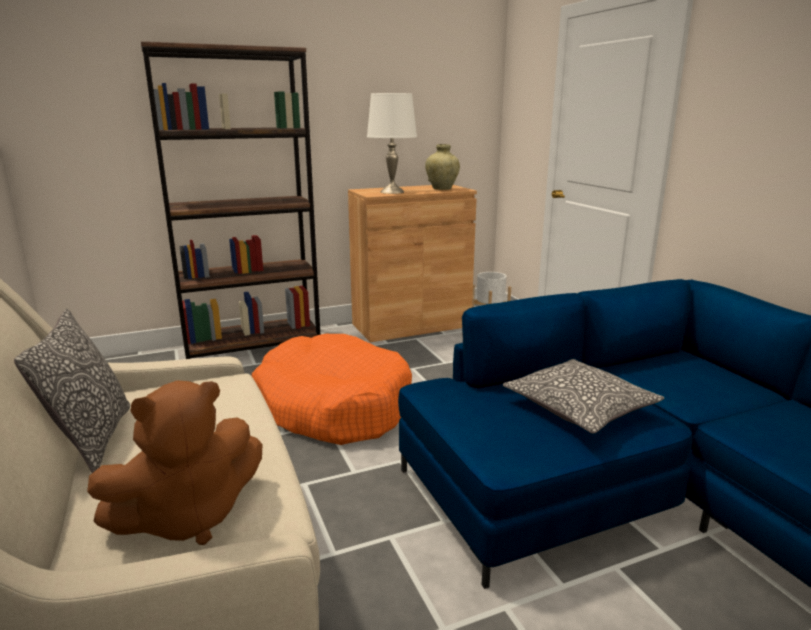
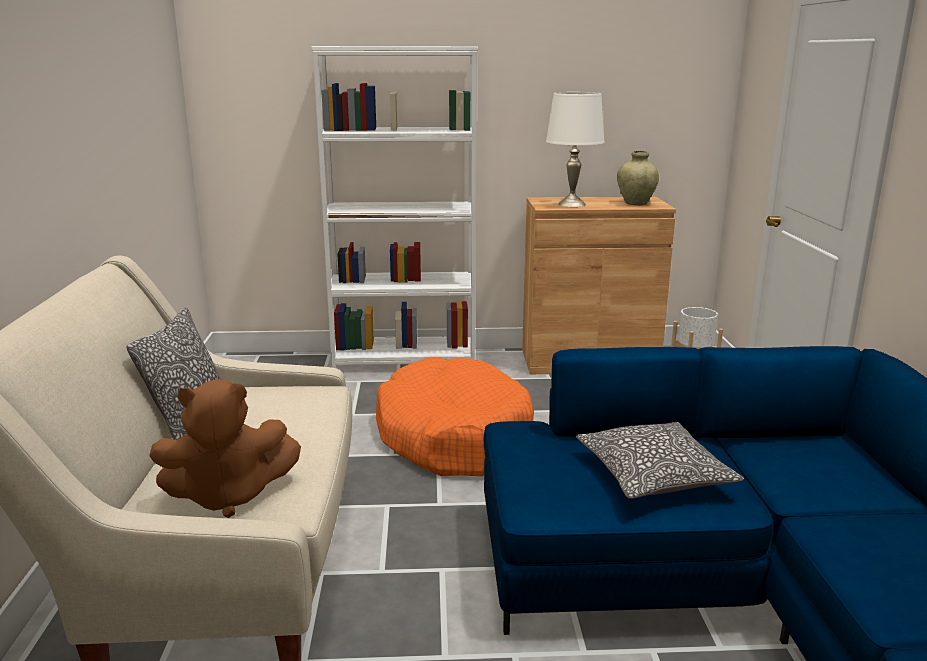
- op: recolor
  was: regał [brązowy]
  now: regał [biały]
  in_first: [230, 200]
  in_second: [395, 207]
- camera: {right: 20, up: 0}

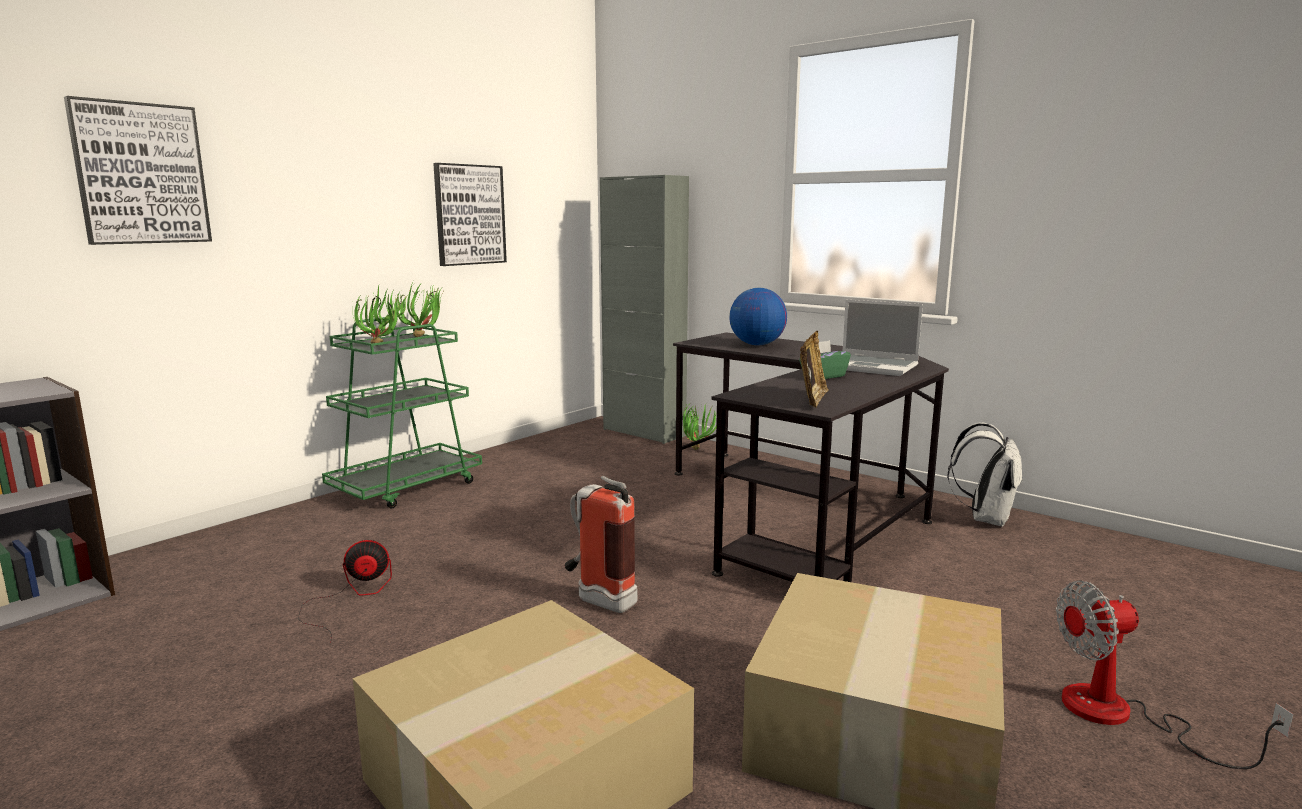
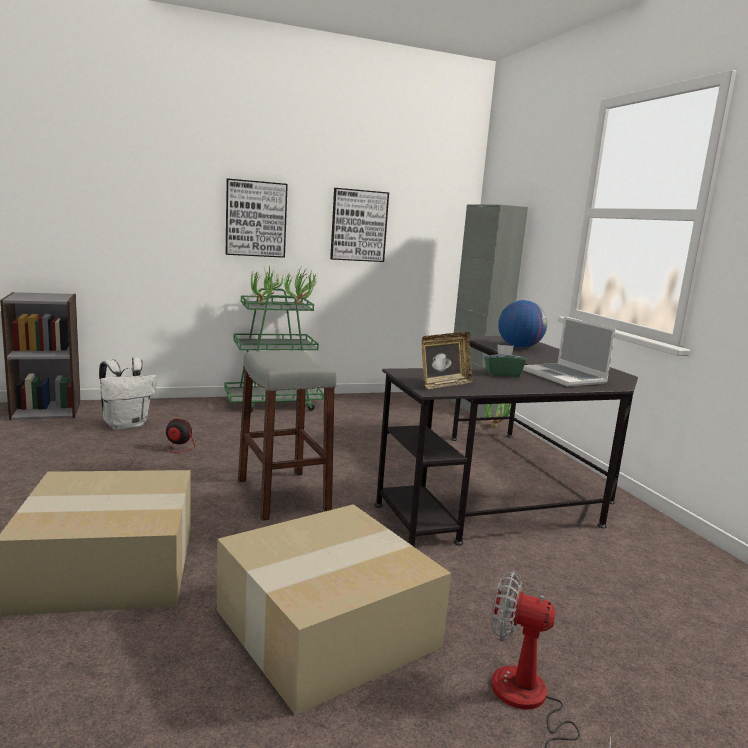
- op: move
  was: obraz
  in_first: [138, 170]
  in_second: [257, 218]
- op: move
  was: plecak [biały]
  in_first: [985, 474]
  in_second: [128, 394]
- op: replace
  was: gaśnica
  now: stołek [szary]
  in_first: [600, 544]
  in_second: [287, 435]
- camera: {right: 30, up: 0}

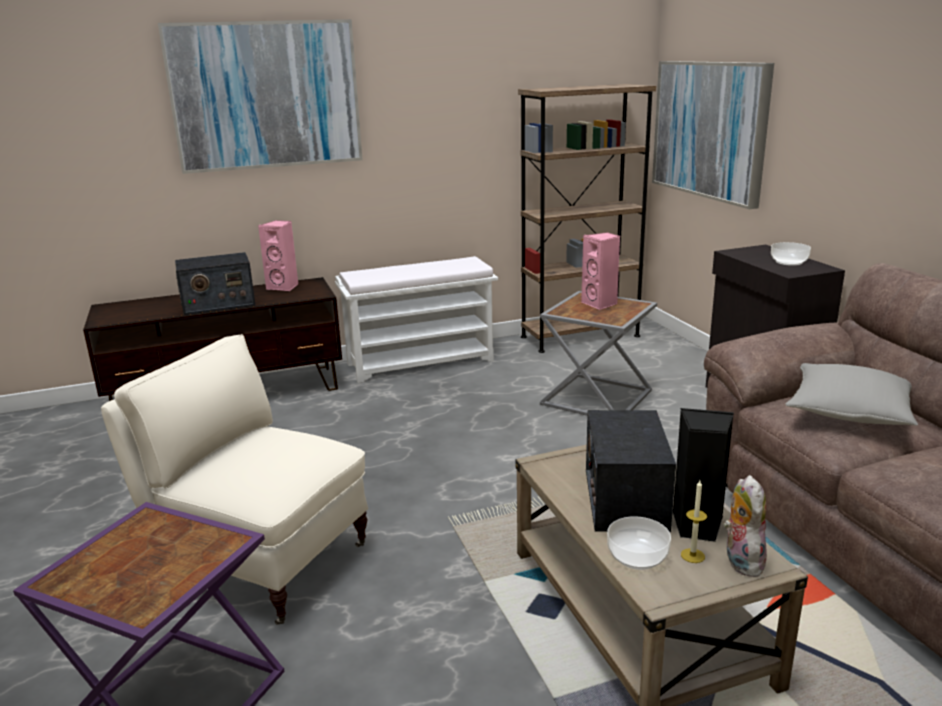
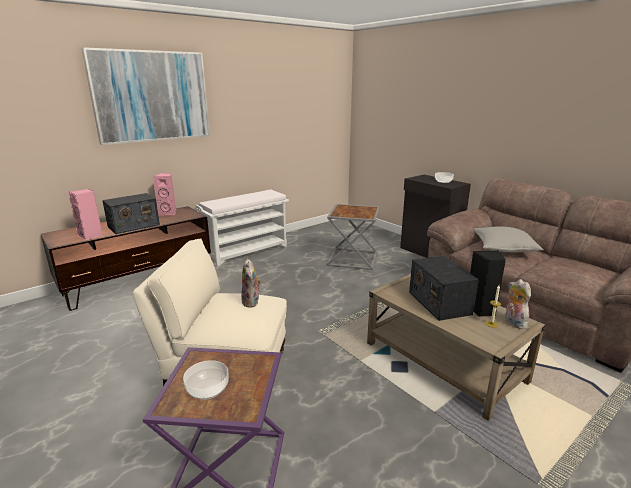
- op: delete
  was: regał [brązowy]
  in_first: [587, 218]
- op: delete
  was: obraz
  in_first: [713, 135]
- op: insert
  now: pluszak
  in_second: [251, 283]
- op: move
  was: głośnik [różowy]
  in_first: [600, 271]
  in_second: [85, 215]
- op: move
  was: miska
  in_first: [639, 543]
  in_second: [206, 380]
- camera: {right: -20, up: 0}

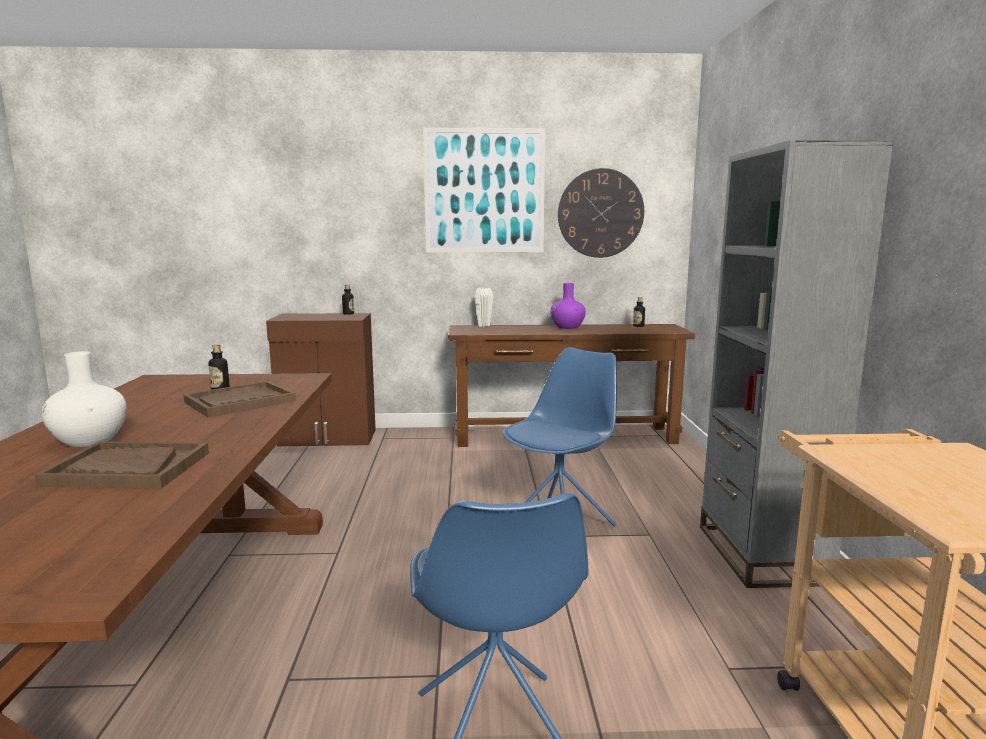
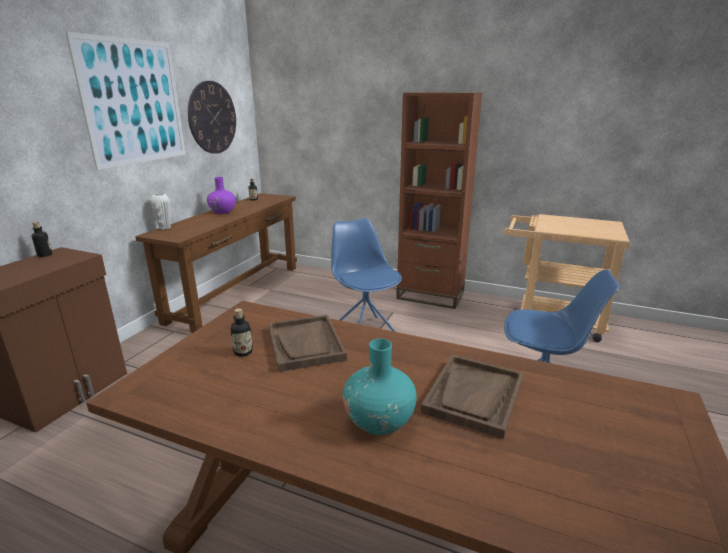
- op: recolor
  was: wazon [biały]
  now: wazon [turkusowy]
  in_first: [84, 399]
  in_second: [380, 387]
- op: recolor
  was: regał [szary]
  now: regał [brązowy]
  in_first: [797, 364]
  in_second: [439, 200]
- camera: {right: -65, up: 10}

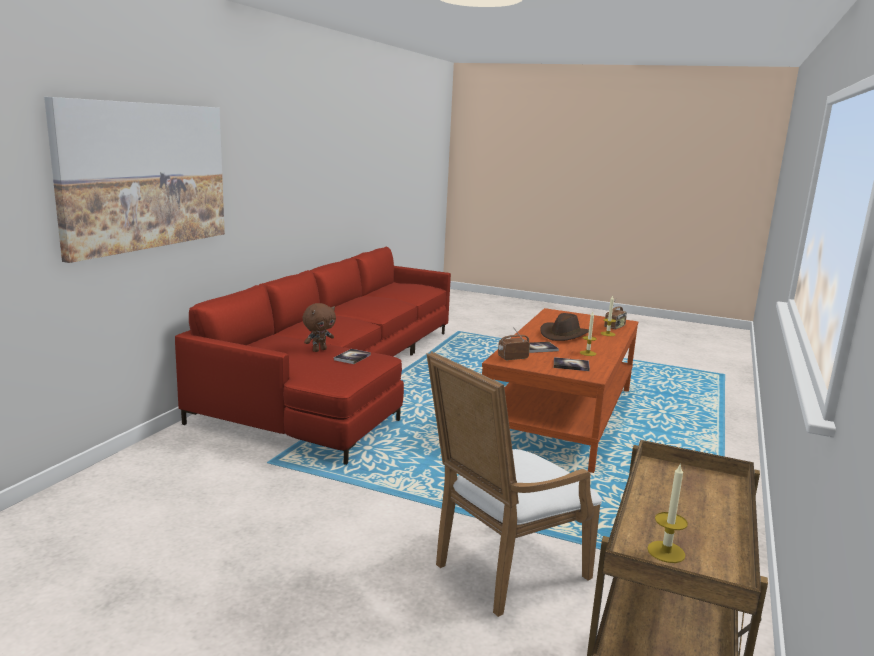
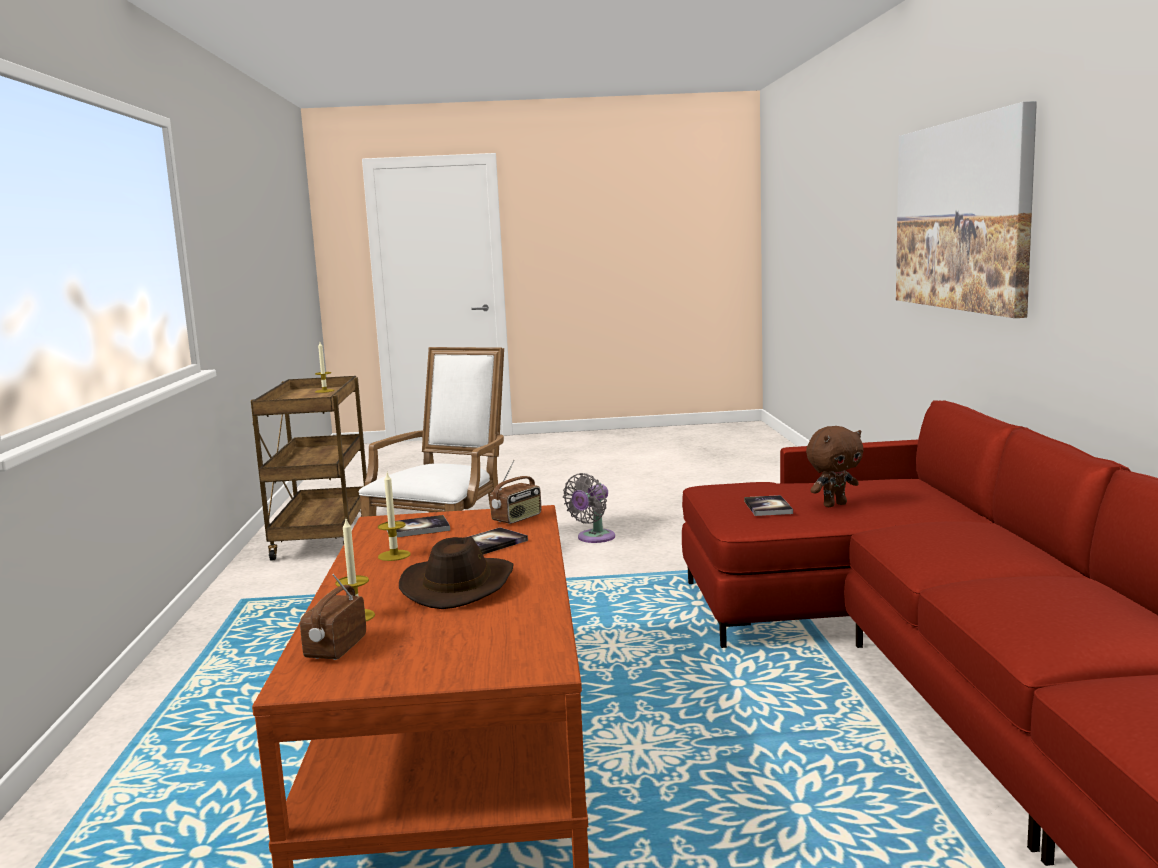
- op: insert
  now: wentylator [szary]
  in_second: [589, 508]
- op: rotate
  was: pluszak [brązowy]
  in_first: [319, 327]
  in_second: [835, 466]
  clockwise: -135
- camera: {right: 155, up: -5}

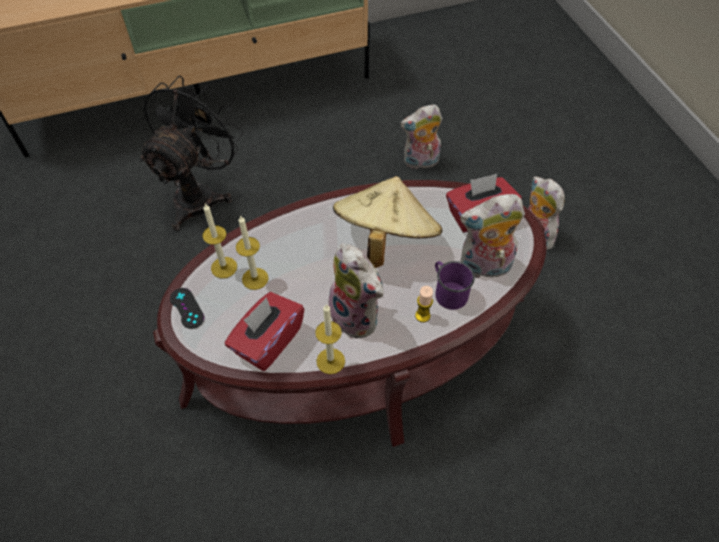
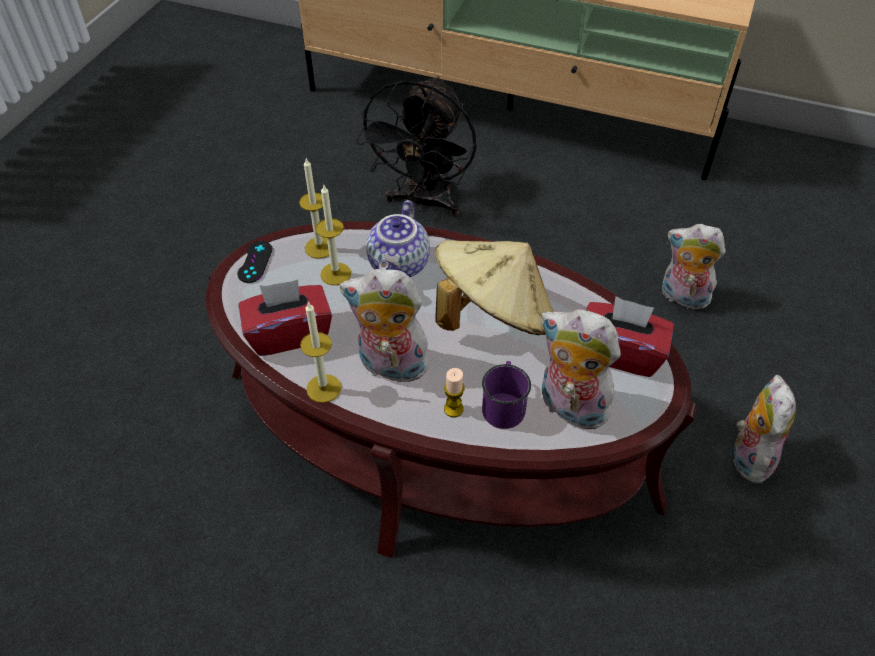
- op: insert
  now: imbryk
  in_second: [398, 238]
- op: rotate
  was: wentylator [czarny]
  in_first: [191, 153]
  in_second: [416, 146]
  clockwise: 135
- op: rotate
  was: pluszak
  in_first: [356, 291]
  in_second: [384, 326]
  clockwise: 105
- camera: {right: 40, up: -5}

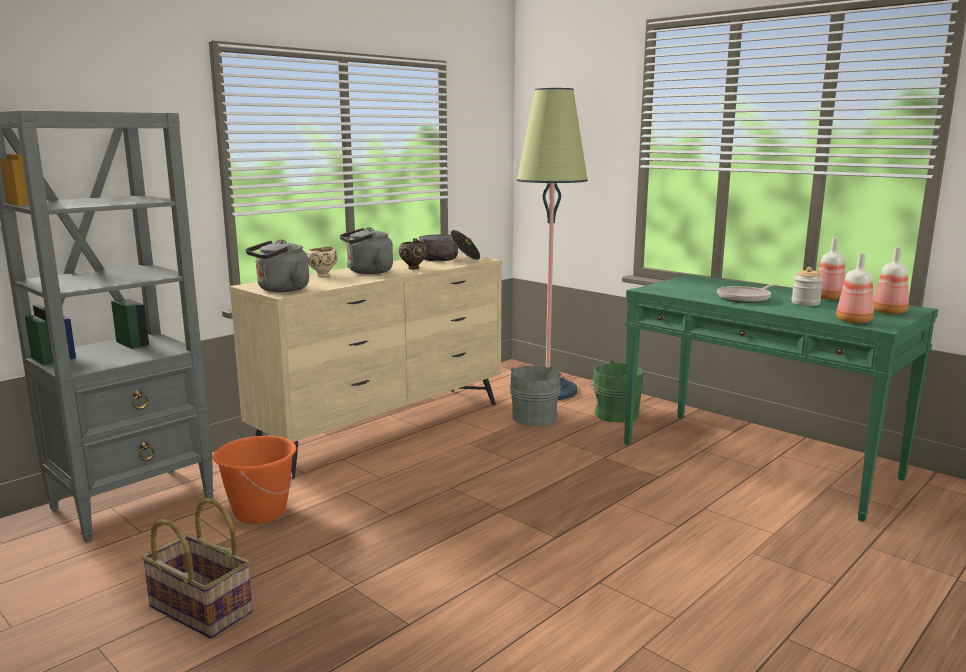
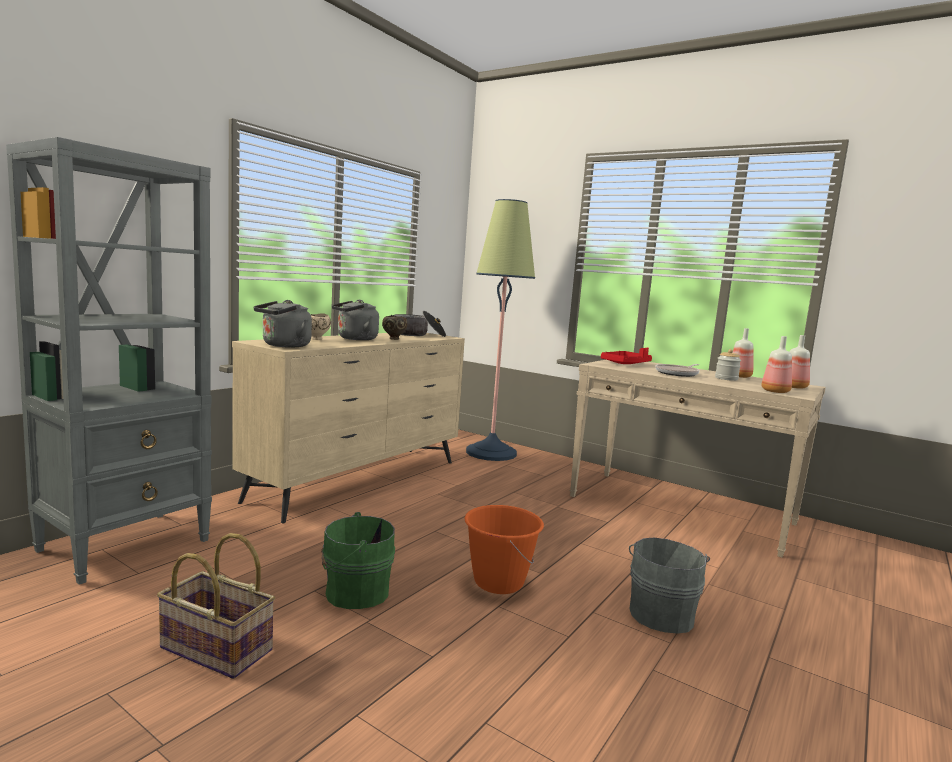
- op: insert
  now: taca [czerwony]
  in_second: [626, 356]
- op: move
  was: wiadro [pomarańczowy]
  in_first: [254, 480]
  in_second: [504, 549]
- op: move
  was: wiadro [szary]
  in_first: [537, 396]
  in_second: [669, 586]
- op: move
  was: wiadro [zielony]
  in_first: [617, 391]
  in_second: [358, 560]
- op: recolor
  was: stolik konsolowy [zielony]
  now: stolik konsolowy [beżowy]
  in_first: [780, 398]
  in_second: [698, 459]
- camera: {right: -10, up: -5}

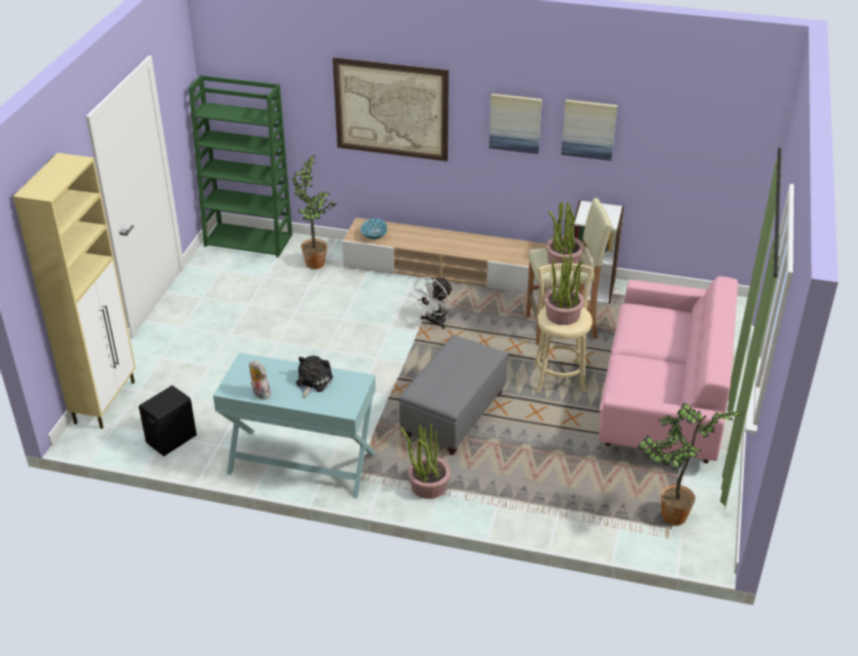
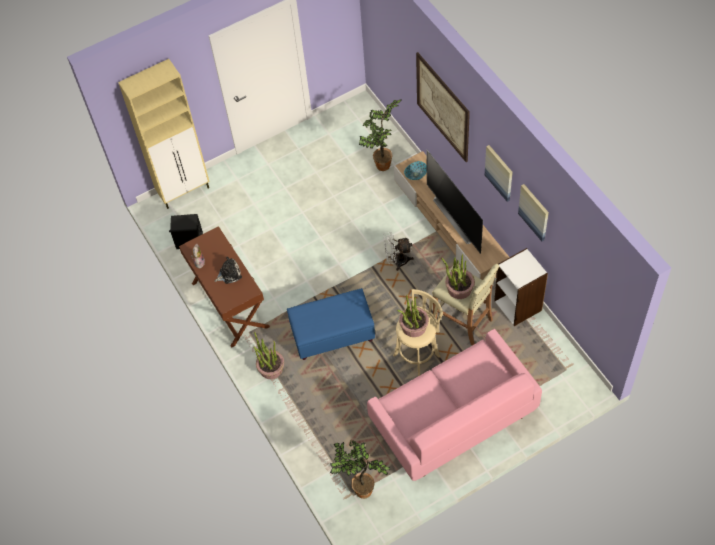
- op: delete
  was: regał [zielony]
  in_first: [241, 166]
- op: insert
  now: telewizor
  in_second: [454, 202]
- op: recolor
  was: stolik konsolowy [turkusowy]
  now: stolik konsolowy [brązowy]
  in_first: [294, 425]
  in_second: [224, 287]
- op: recolor
  was: pufa [szary]
  now: pufa [niebieski]
  in_first: [453, 395]
  in_second: [331, 324]
- camera: {right: 50, up: 20}

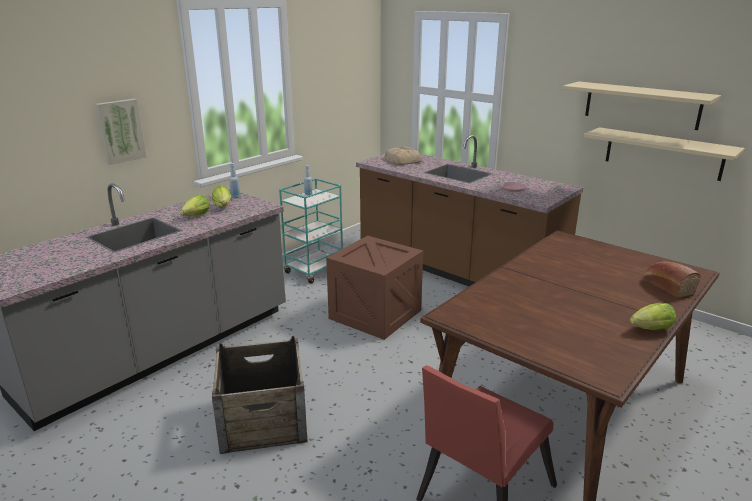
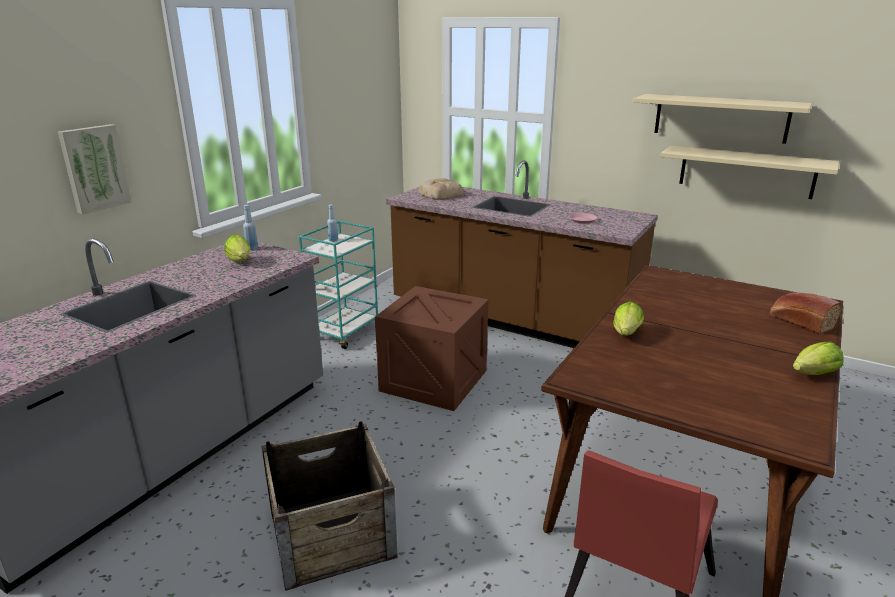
- op: move
  was: sałata
  in_first: [195, 206]
  in_second: [628, 319]
- camera: {right: -10, up: 0}

